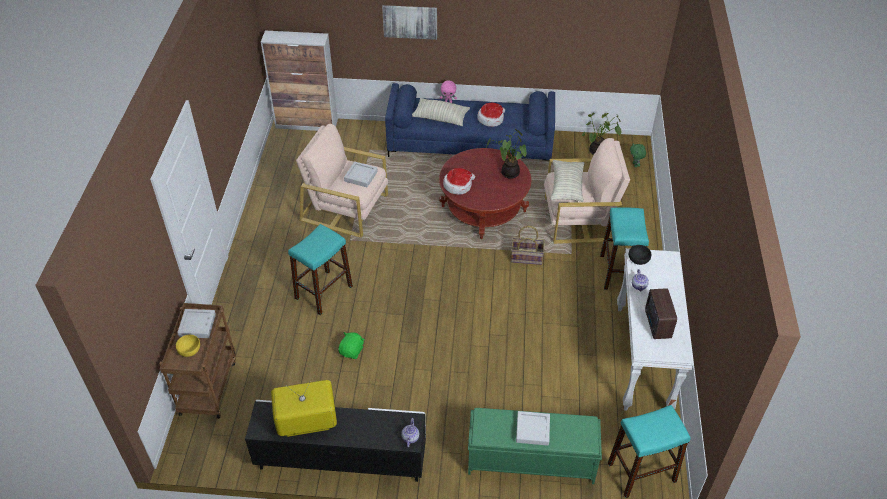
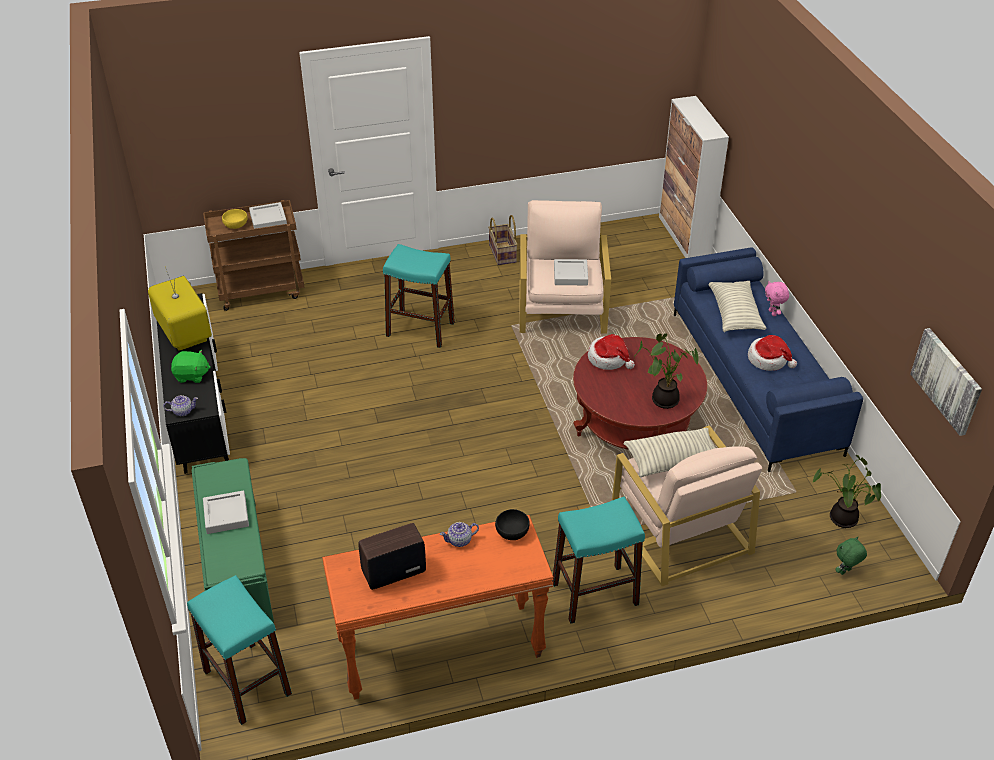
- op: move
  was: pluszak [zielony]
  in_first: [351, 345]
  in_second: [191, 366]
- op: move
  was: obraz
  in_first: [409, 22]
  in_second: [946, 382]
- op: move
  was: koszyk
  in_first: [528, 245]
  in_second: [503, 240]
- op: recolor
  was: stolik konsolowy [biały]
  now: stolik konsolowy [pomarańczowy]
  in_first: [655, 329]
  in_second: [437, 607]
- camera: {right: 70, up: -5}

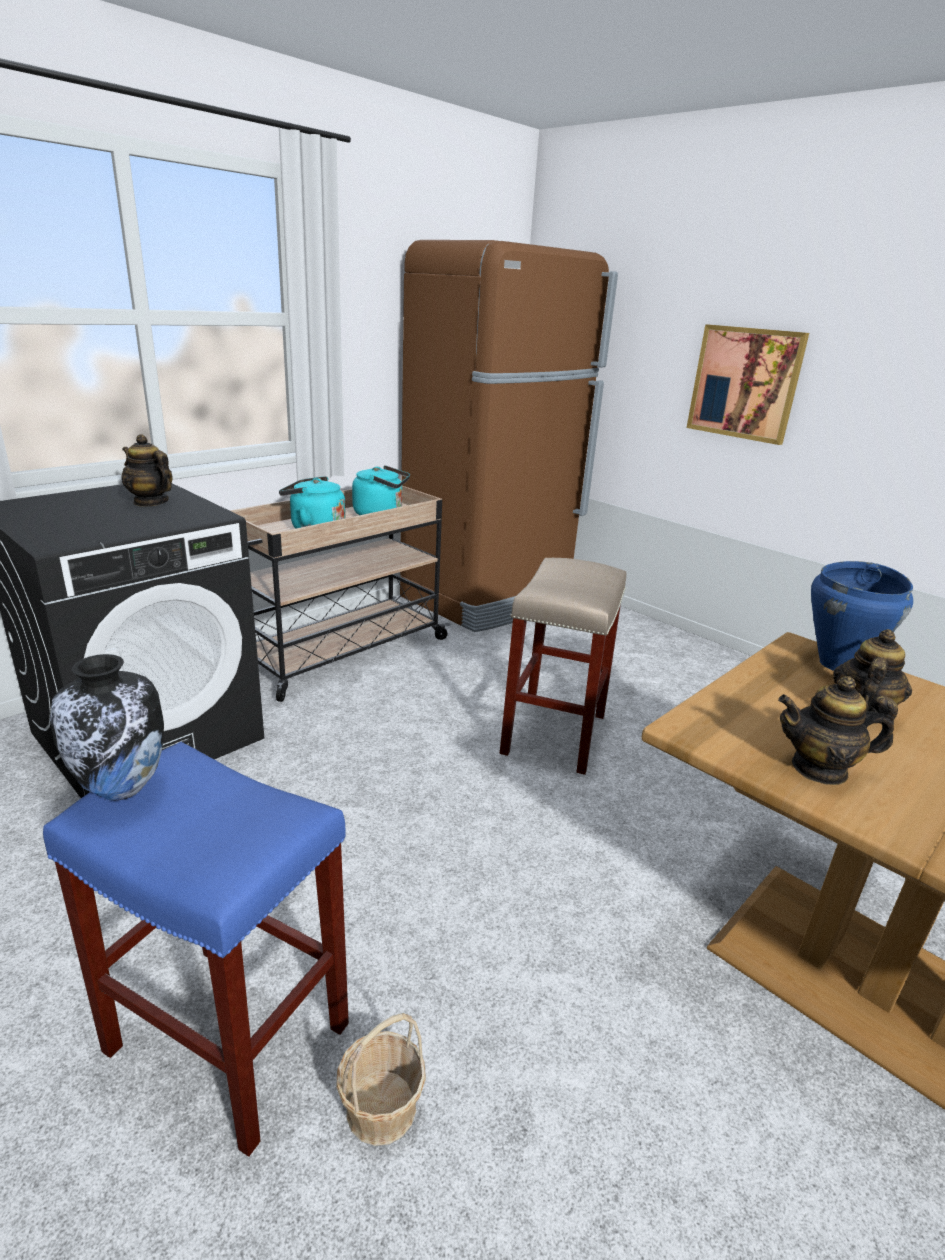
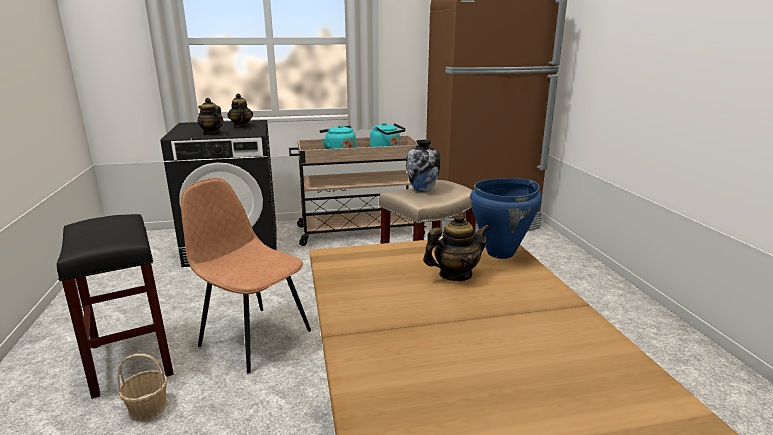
- op: delete
  was: obraz
  in_first: [748, 384]
- op: insert
  now: krzesło [brązowy]
  in_second: [246, 275]
- op: move
  was: wazon
  in_first: [107, 727]
  in_second: [423, 166]
- op: move
  was: imbryk
  in_first: [838, 730]
  in_second: [210, 116]
- op: recolor
  was: stołek [niebieski]
  now: stołek [czarny]
  in_first: [196, 949]
  in_second: [115, 306]
- camera: {right: 35, up: -5}

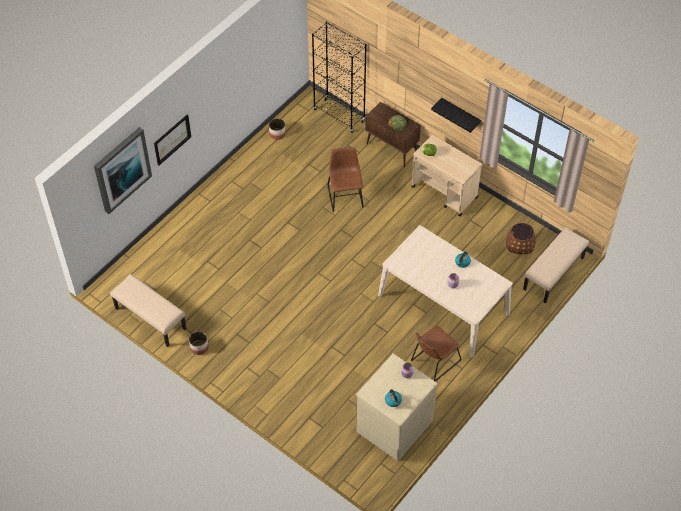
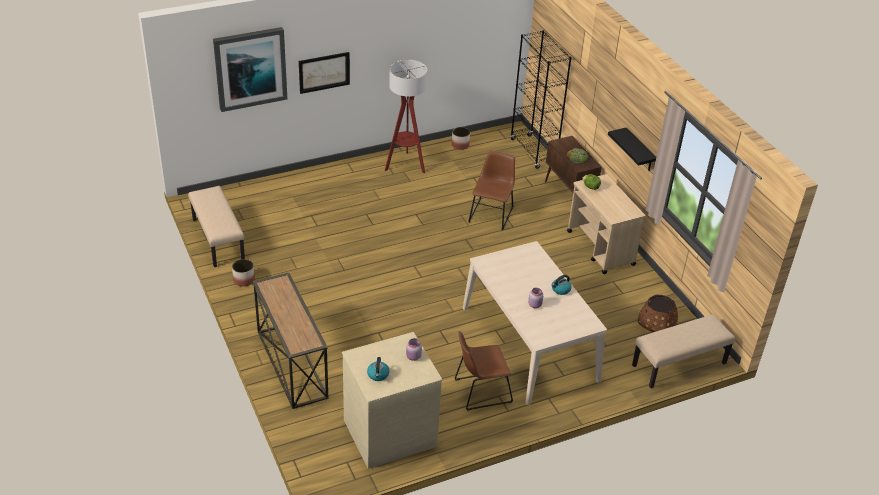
- op: insert
  now: stolik konsolowy
  in_second: [290, 341]
- op: insert
  now: lampa stojąca
  in_second: [406, 116]
- camera: {right: 25, up: -15}

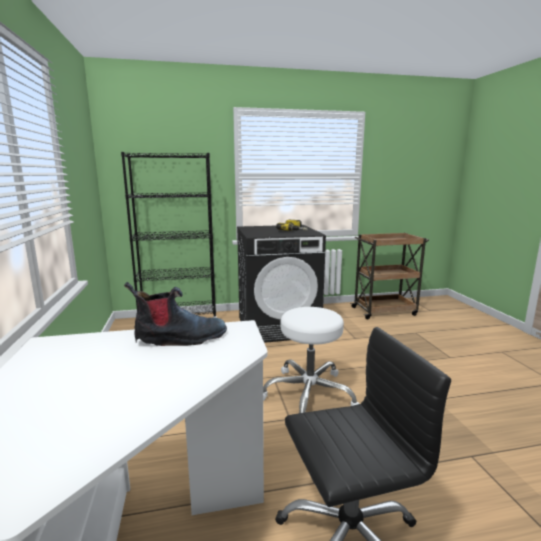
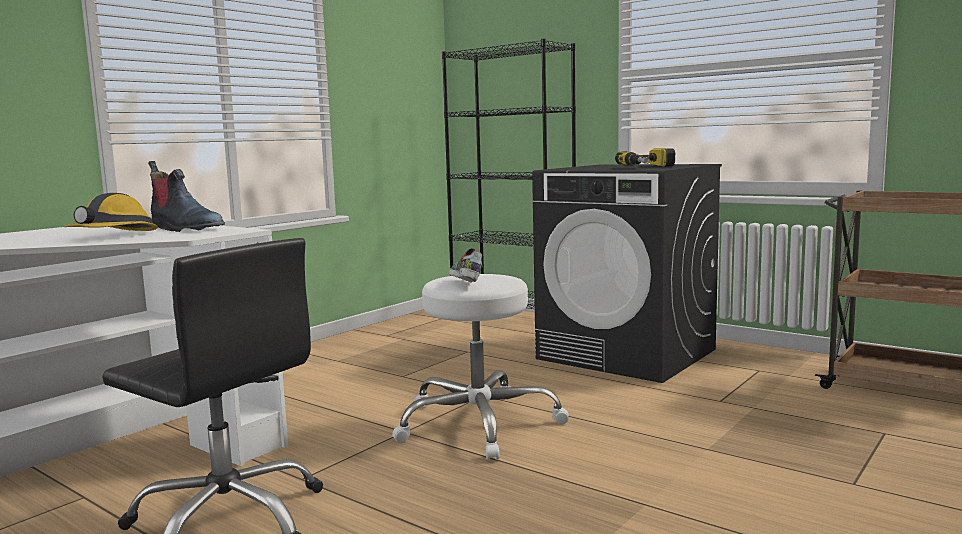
- op: insert
  now: kask
  in_second: [110, 212]
- op: insert
  now: but
  in_second: [465, 265]
- camera: {right: 50, up: -5}

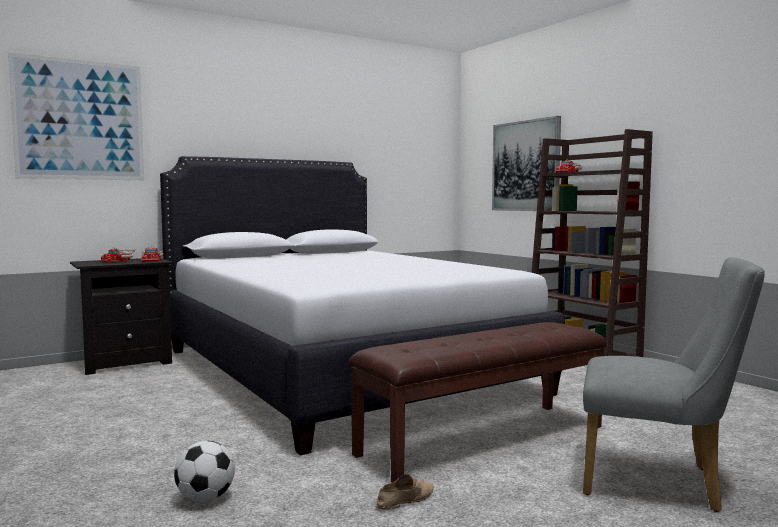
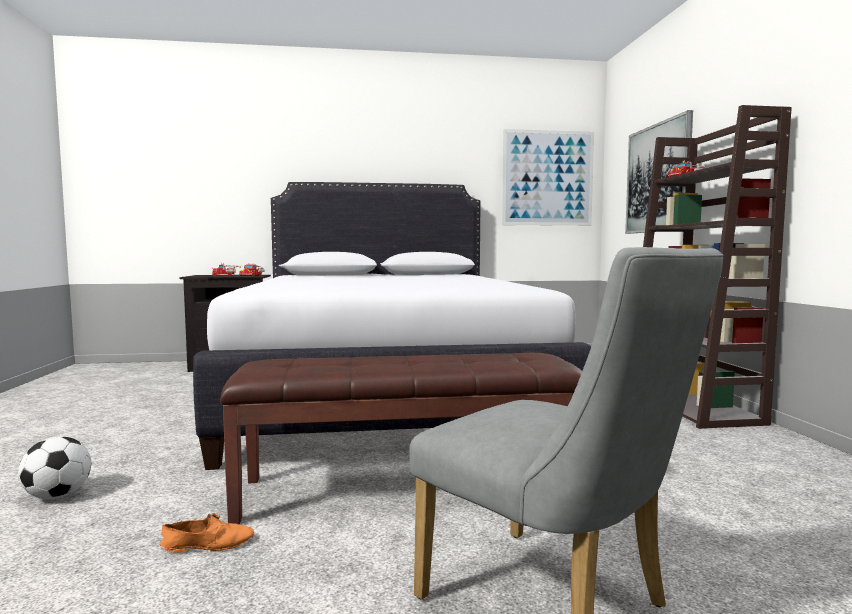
- op: move
  was: obraz
  in_first: [76, 116]
  in_second: [548, 177]
- op: recolor
  was: but [beżowy]
  now: but [pomarańczowy]
  in_first: [405, 492]
  in_second: [207, 533]
- camera: {right: 25, up: 0}

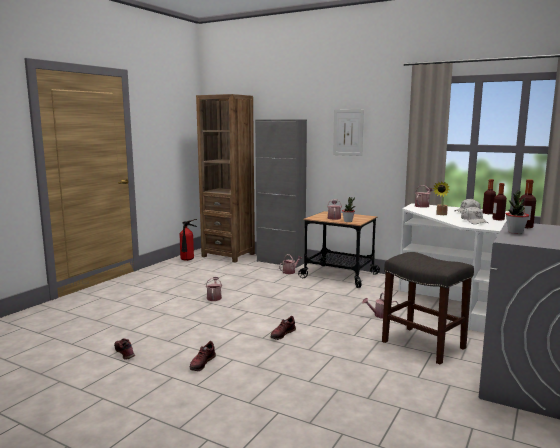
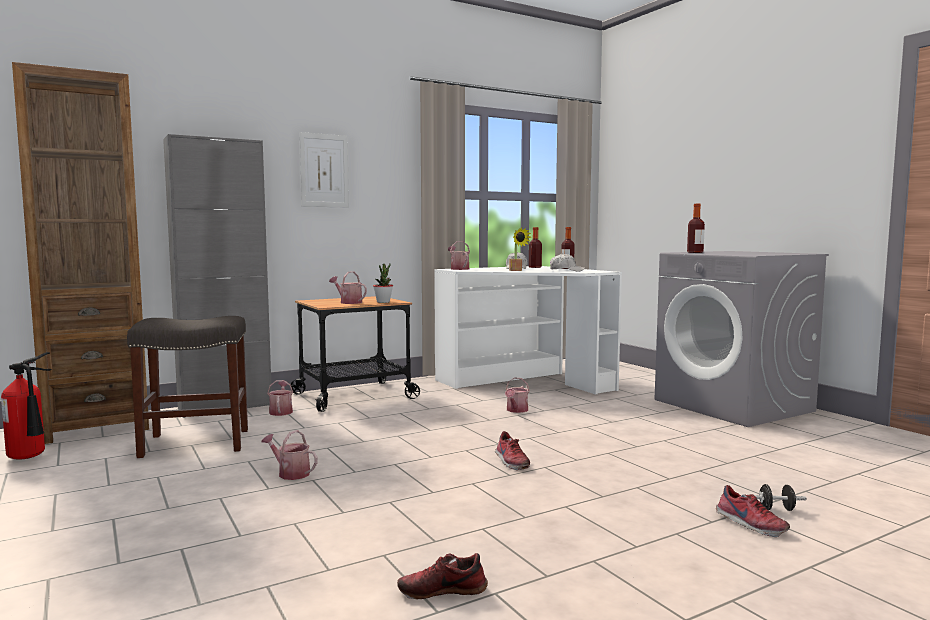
- op: delete
  was: roślina doniczkowa
  in_first: [517, 212]
- op: insert
  now: hantel [czarny]
  in_second: [780, 497]
- op: move
  was: but
  in_first: [202, 356]
  in_second: [753, 511]
- op: move
  was: stołek [szary]
  in_first: [428, 308]
  in_second: [187, 387]
- camera: {right: -60, up: -5}

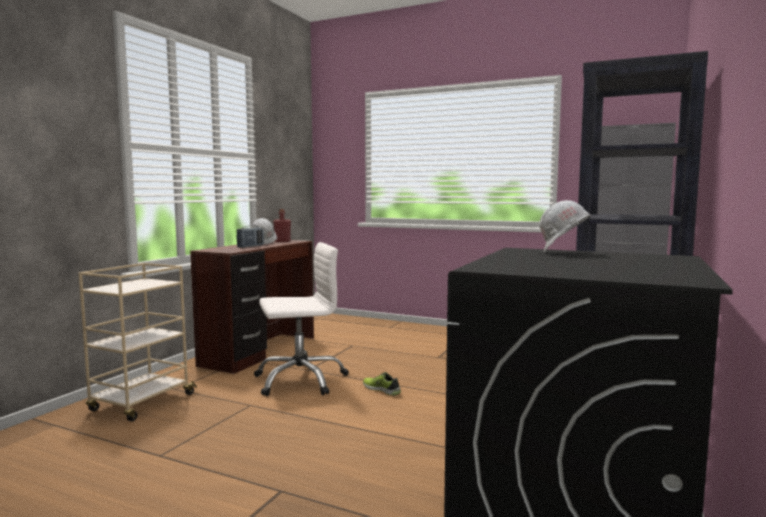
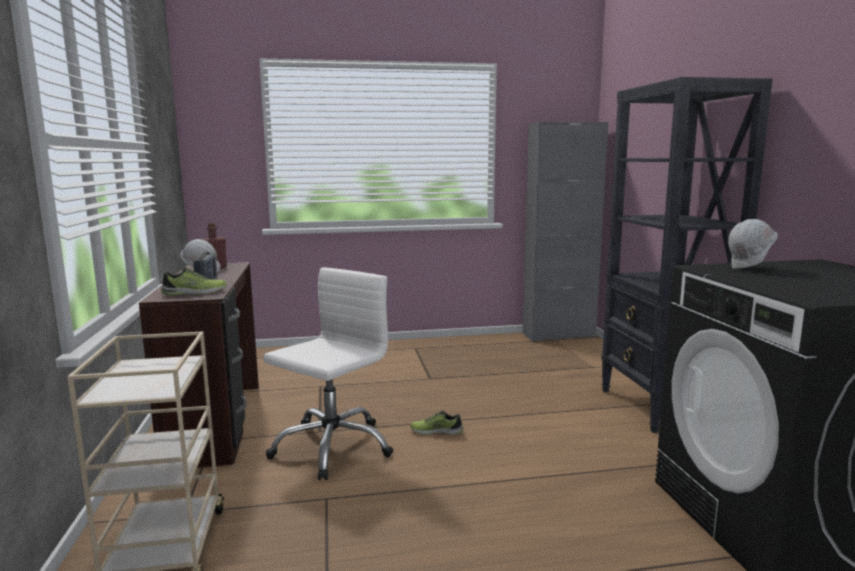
- op: insert
  now: but
  in_second: [193, 281]
- camera: {right: -35, up: 5}

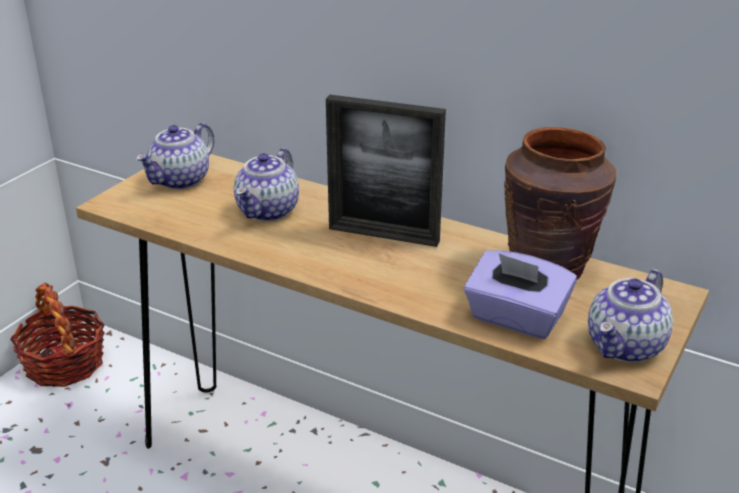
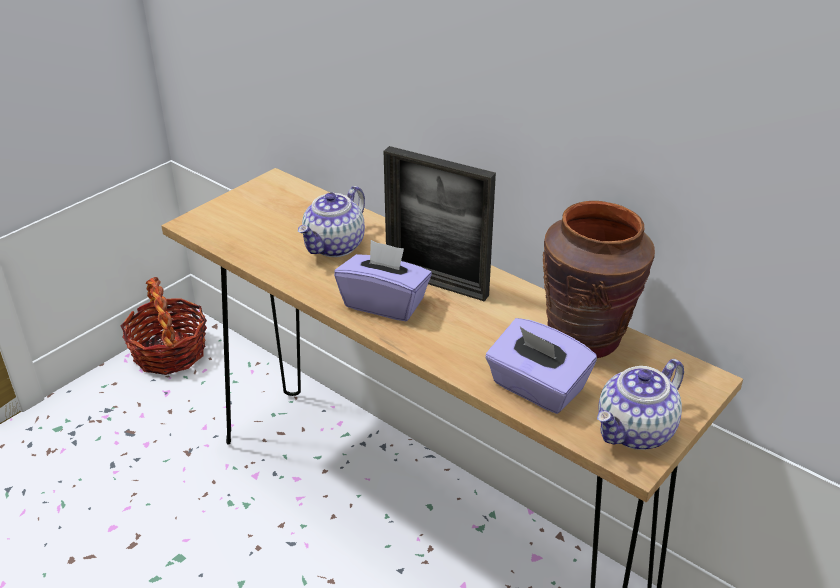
- op: delete
  was: imbryk
  in_first: [175, 156]
- op: insert
  now: pudełko chusteczek [fioletowy]
  in_second: [383, 280]
- camera: {right: 10, up: 5}

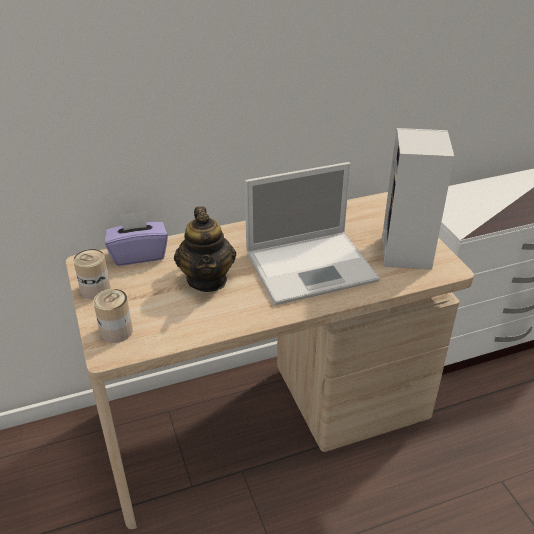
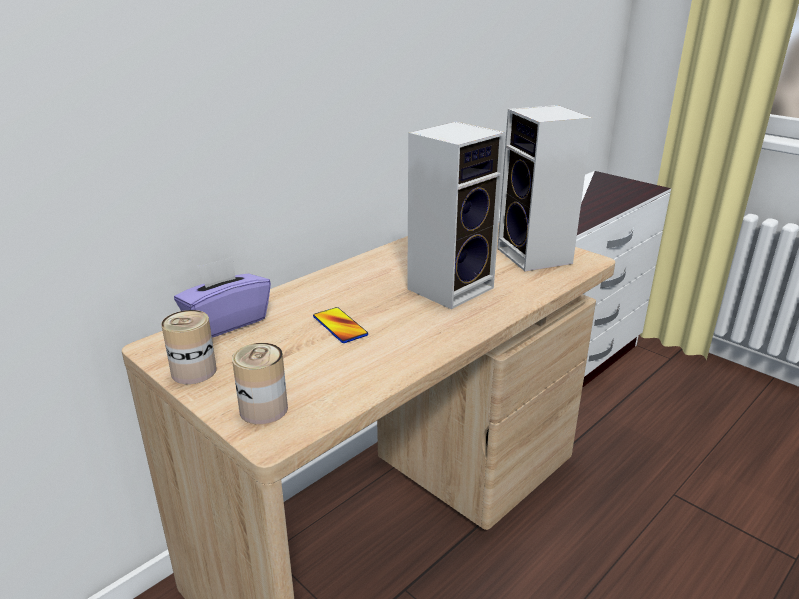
- op: replace
  was: imbryk
  now: telefon
  in_first: [205, 249]
  in_second: [340, 325]
- op: replace
  was: laptop
  now: głośnik
  in_first: [312, 233]
  in_second: [456, 215]
- camera: {right: -25, up: -10}

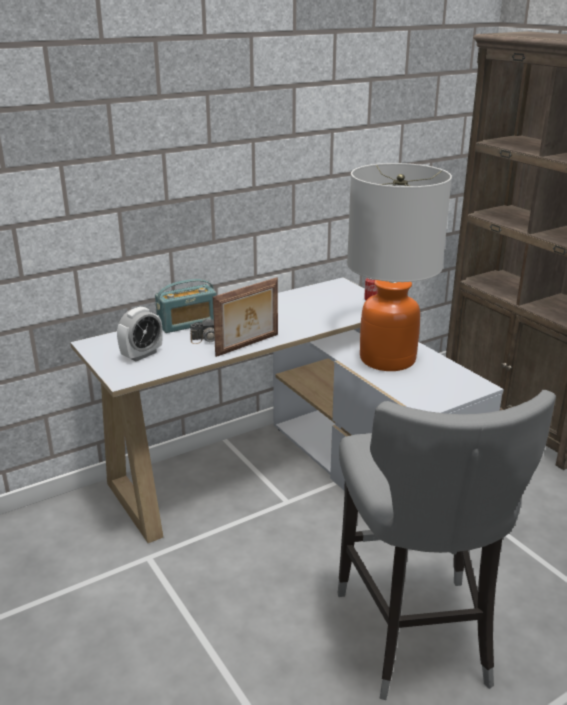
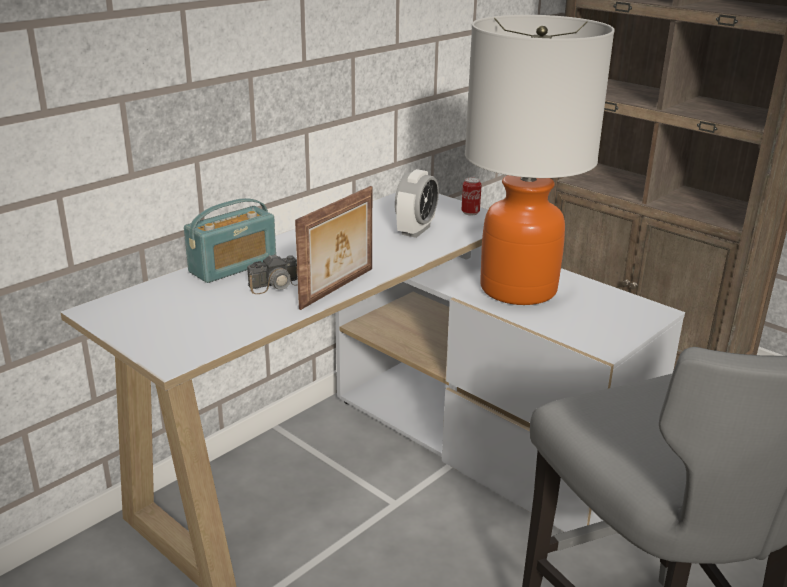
- op: move
  was: budzik
  in_first: [140, 334]
  in_second: [417, 203]
- camera: {right: -15, up: 0}

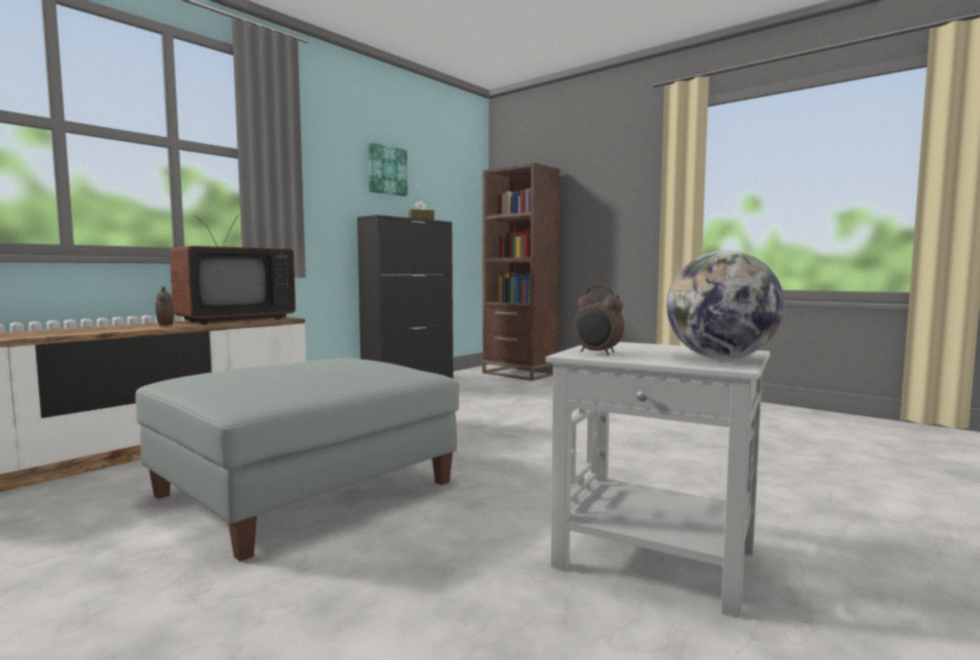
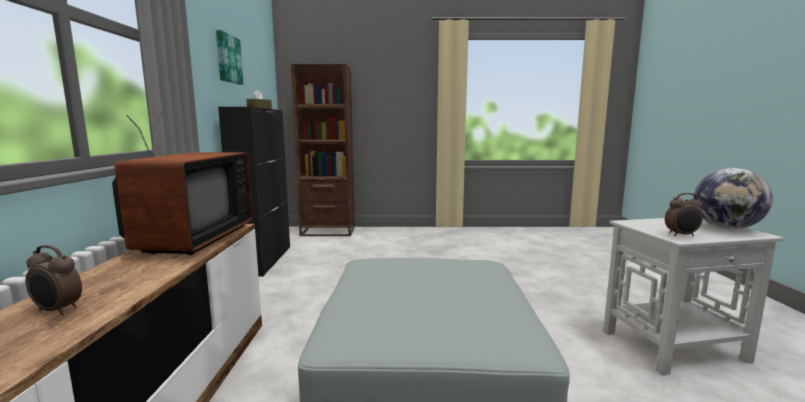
- op: move
  was: budzik
  in_first: [165, 307]
  in_second: [54, 280]
- camera: {right: -40, up: 5}

